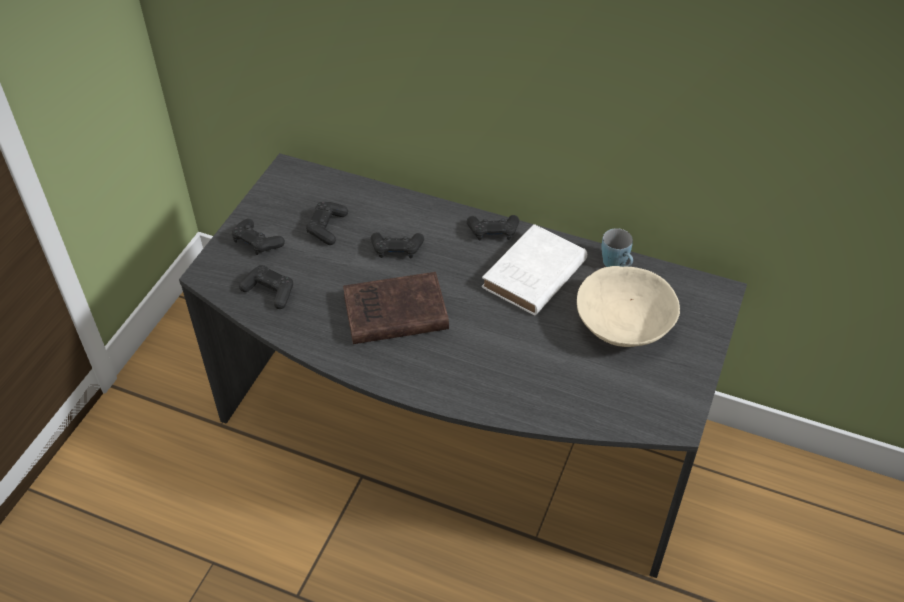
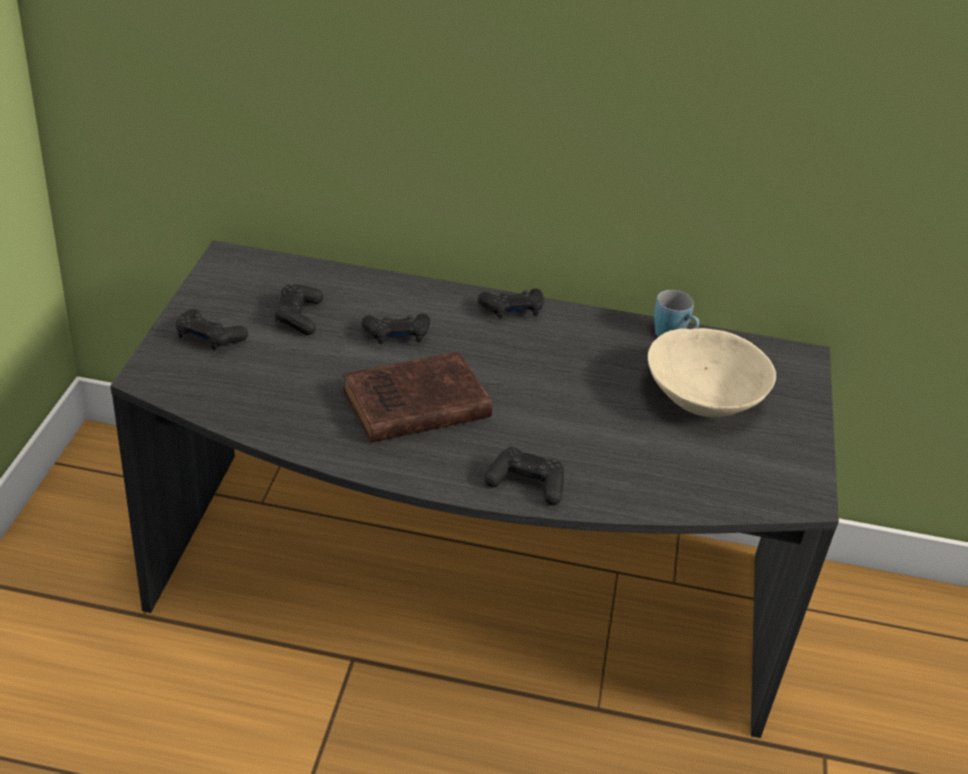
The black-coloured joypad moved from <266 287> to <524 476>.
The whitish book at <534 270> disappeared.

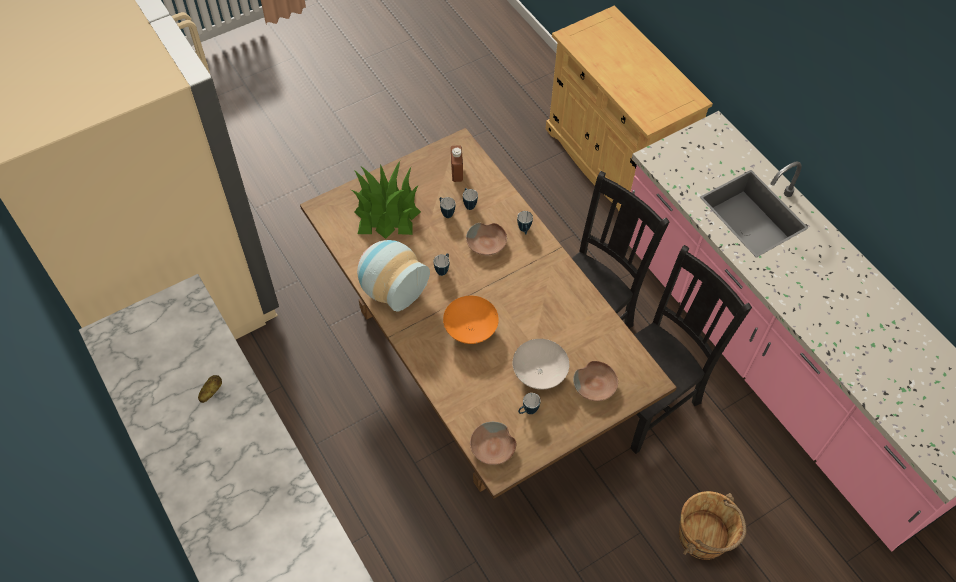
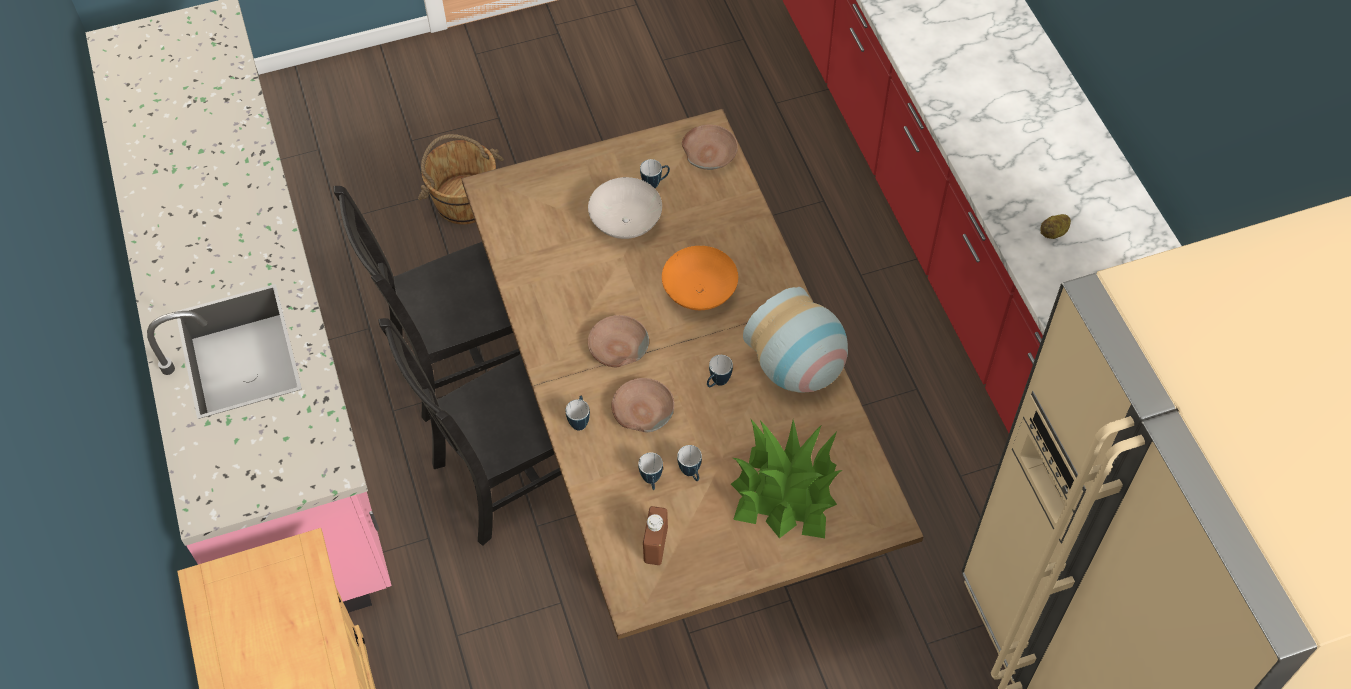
The brownish serving bowl moved from <595 381> to <618 341>.

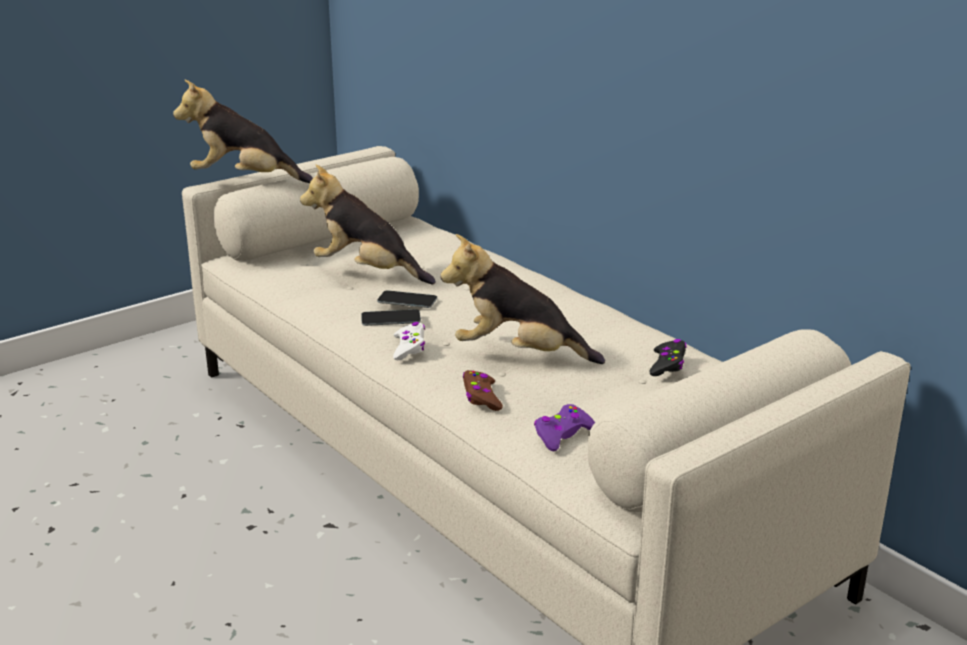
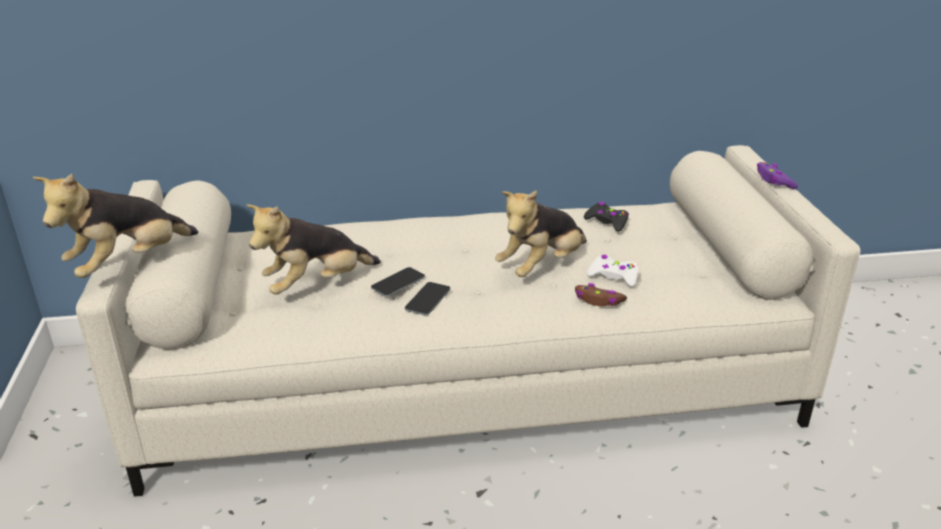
The whitish joypad moved from <409 341> to <612 271>.
The purplish joypad moved from <564 427> to <777 175>.

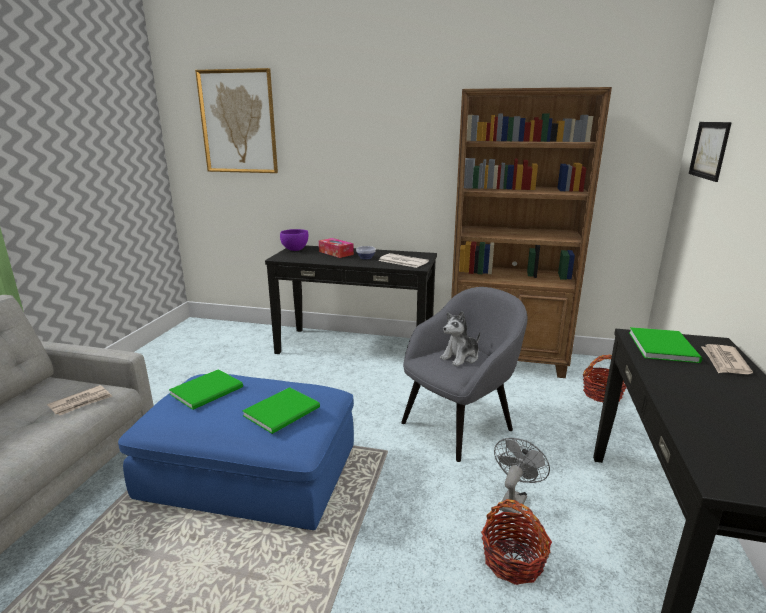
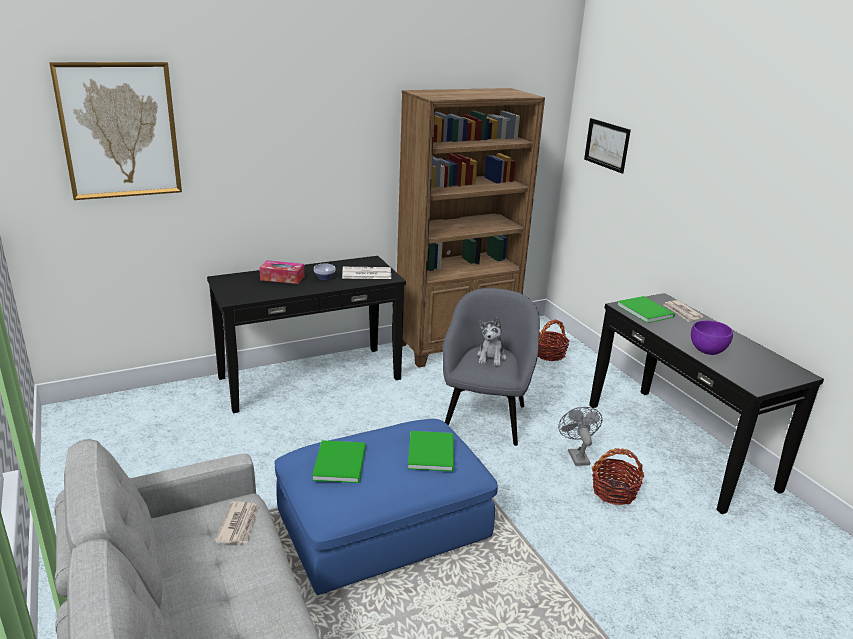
The purplish serving bowl moved from <294 240> to <712 338>.

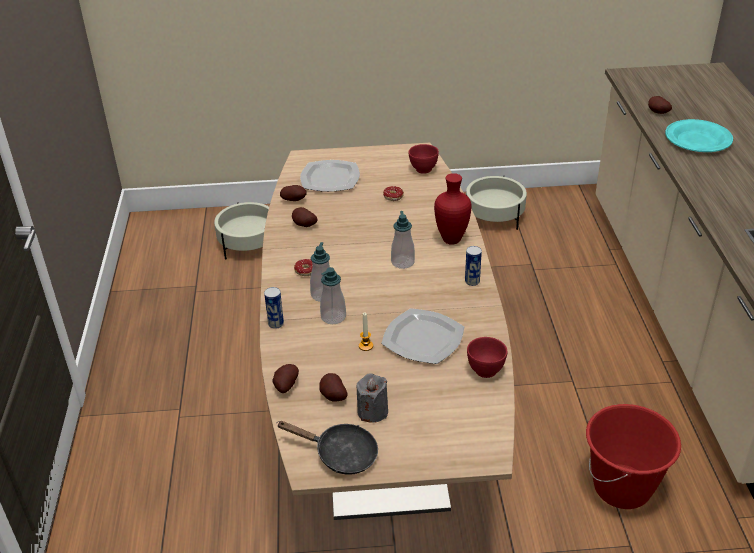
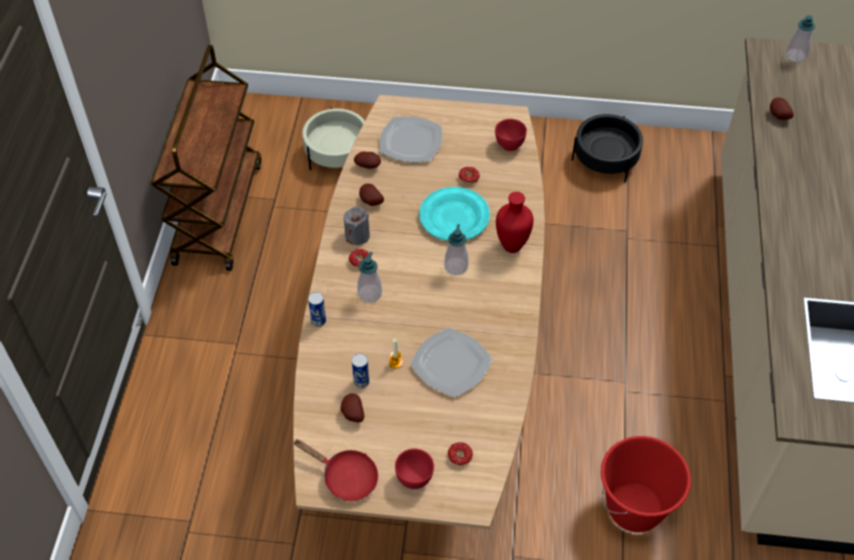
The brownish wheeled cart at <206 158> appeared.
The black-coloured frying pan at <327 448> became the red-coloured frying pan at <335 470>.
The gray wax light moved from <372 398> to <357 225>.
The metal can moved from <473 266> to <360 371>.
The red-coloured serving bowl moved from <487 357> to <414 468>.
The turquoise-coloured plate moved from <699 135> to <454 214>.
The doughnut at <460 454> appeared.
The beige plant pot at <496 203> became the black-coloured plant pot at <607 148>.
The soap bottle moved from <333 295> to <800 38>.
The potato at <285 378> disappeared.

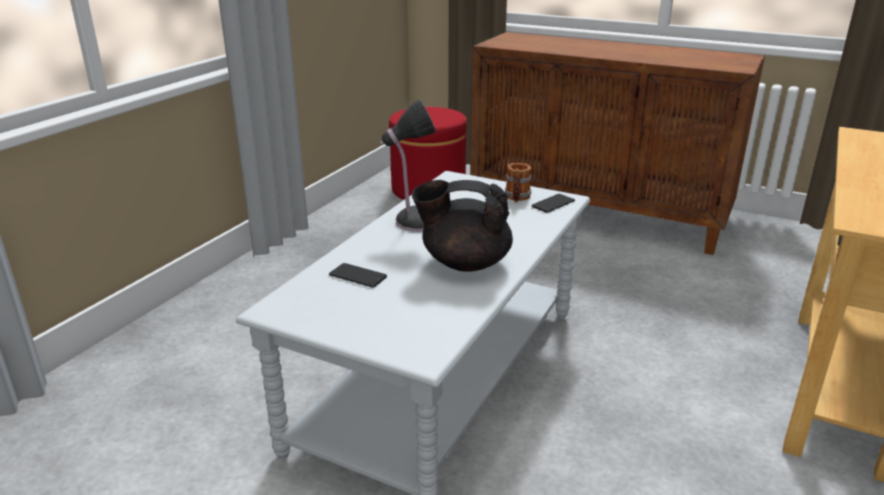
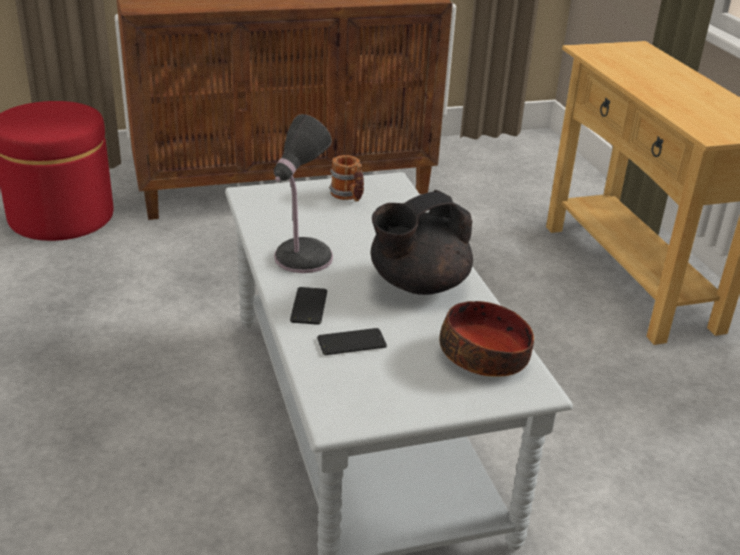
The phone moved from <553 203> to <308 306>.
The serving bowl at <486 339> appeared.

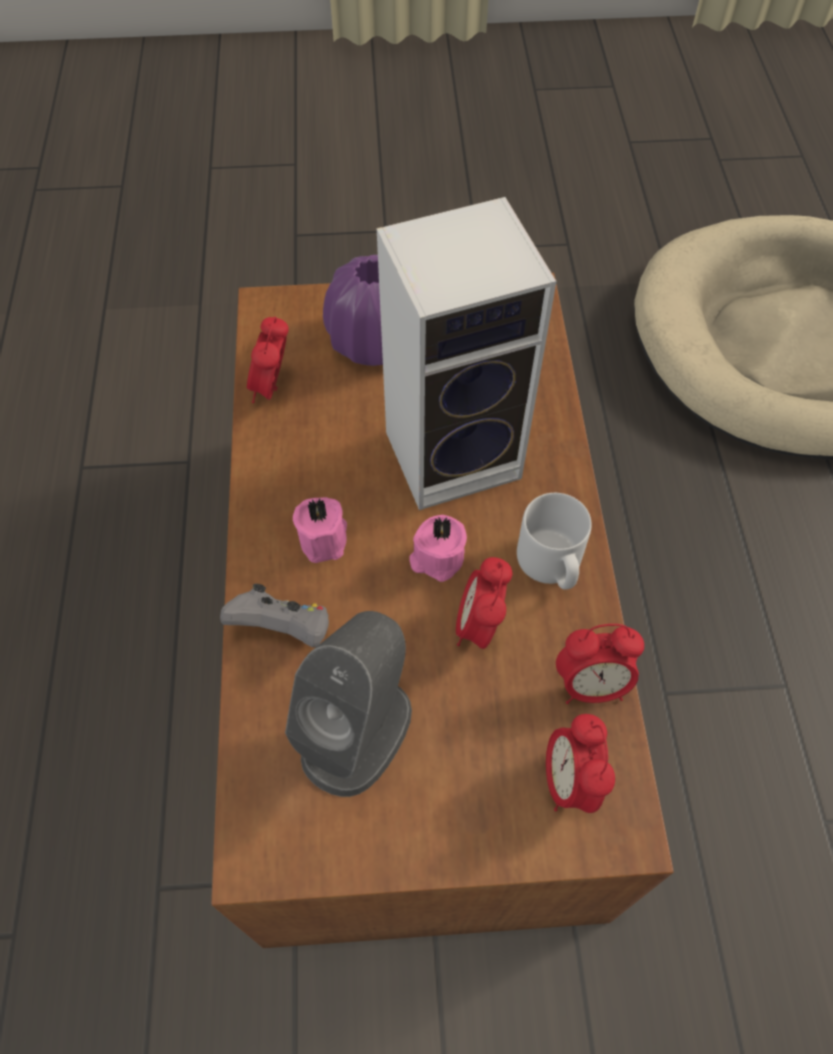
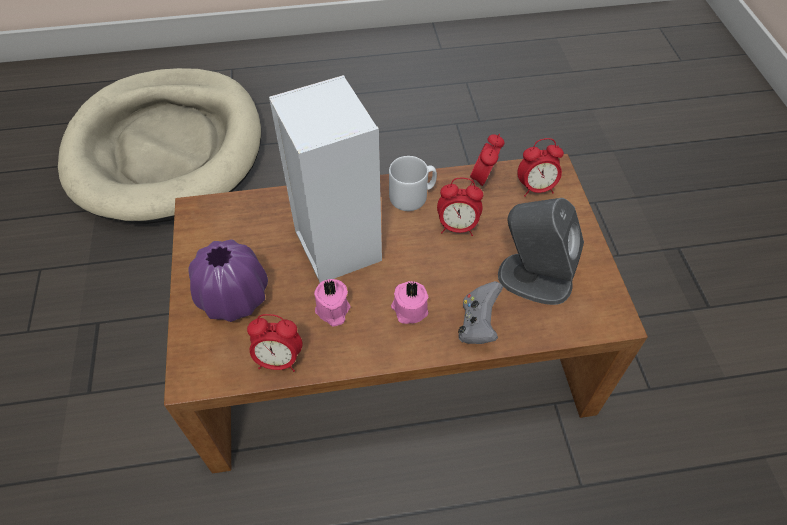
The pink-coloured wax light moved from <438 548> to <332 302>.
The bedside clock at <600 664> turned 150 degrees counterclockwise.

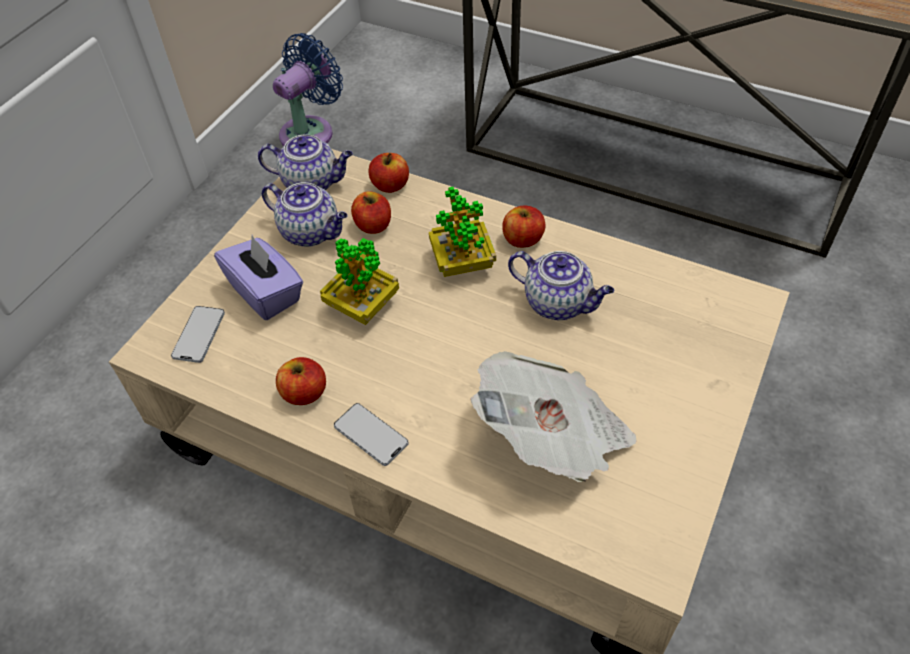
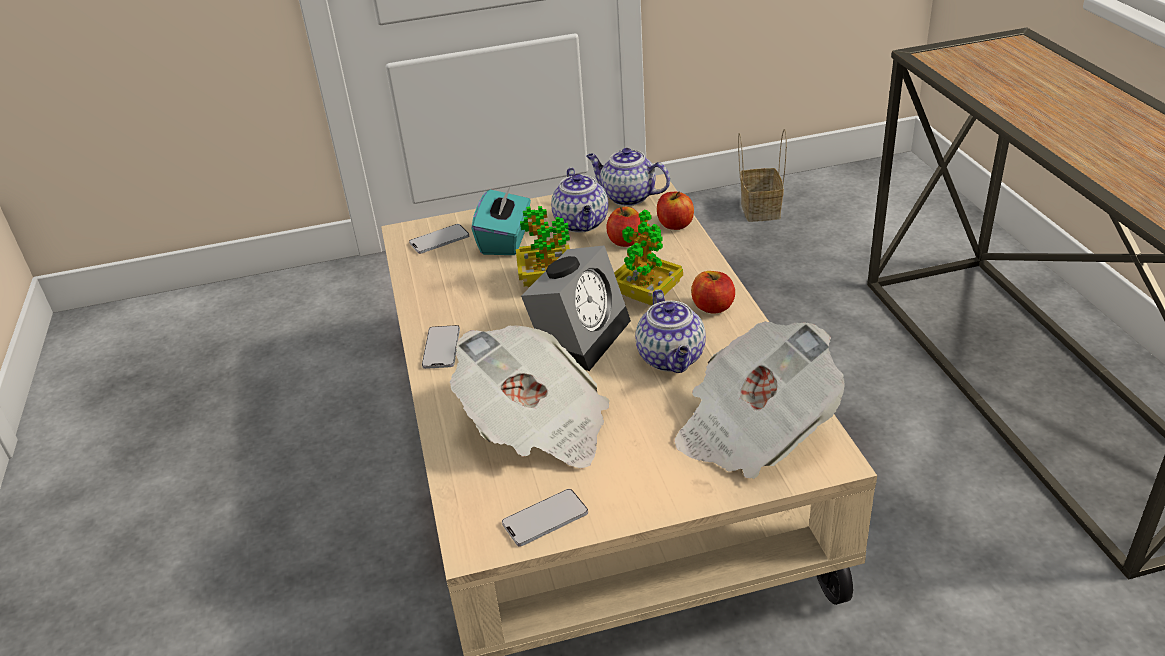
The purplish tissue holder at <258 277> became the turquoise-coloured tissue holder at <501 220>.
The phone at <545 518> appeared.
The bedside clock at <576 308> appeared.
The pot for tea at <305 162> turned 150 degrees clockwise.
The newspaper at <759 400> appeared.
The bluish cooling fan at <308 89> was replaced by the household basket at <762 175>.
The apple at <301 381> disappeared.

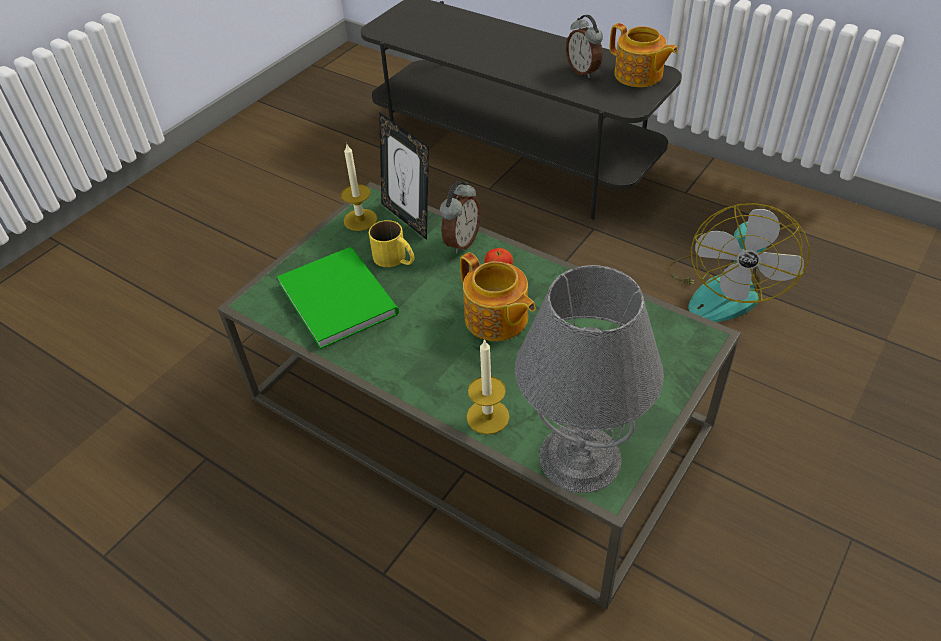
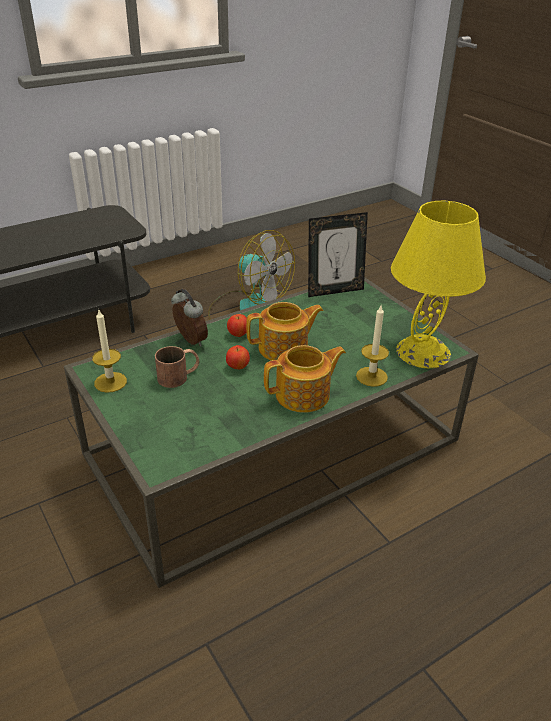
The yellowish tea mug at <392 243> became the brownish tea mug at <177 367>.
The apple at <238 357> appeared.
The pot for tea moved from <644 55> to <305 379>.
The picture frame moved from <404 176> to <338 254>.
The gray tabletop lamp at <589 379> became the yellowish tabletop lamp at <438 284>.
The green-coloured book at <338 298> disappeared.
The bedside clock at <584 46> disappeared.

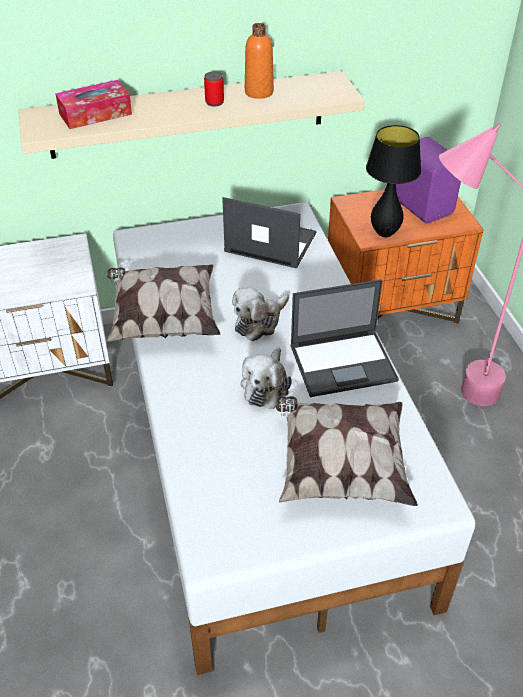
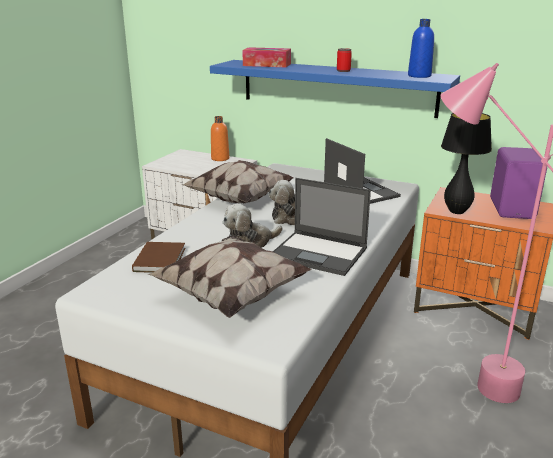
The brownish book at <158 257> appeared.
The beige bracket shelf at <191 115> became the bluish bracket shelf at <335 89>.
The orange beverage bottle moved from <259 61> to <220 138>.
The bluish beverage bottle at <421 48> appeared.

